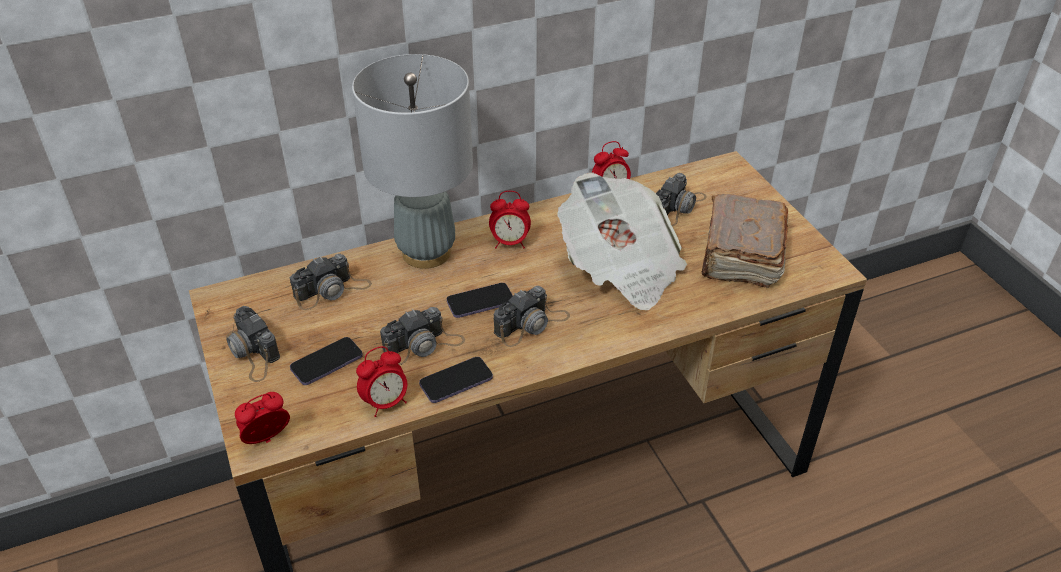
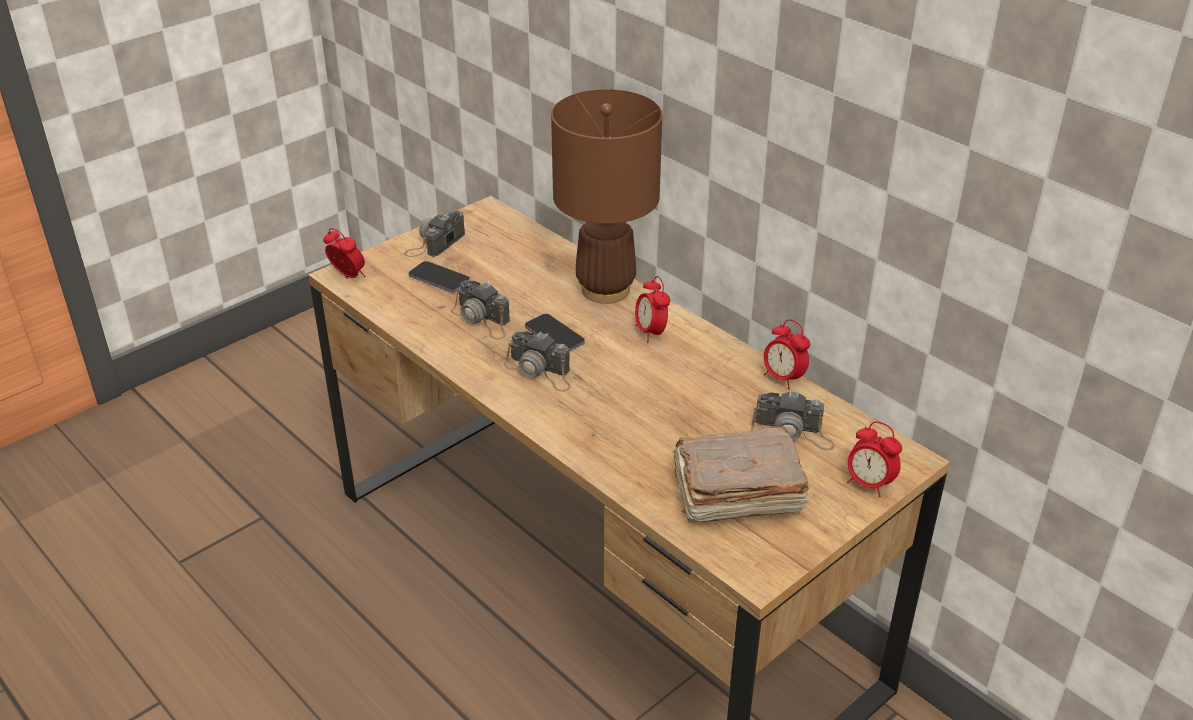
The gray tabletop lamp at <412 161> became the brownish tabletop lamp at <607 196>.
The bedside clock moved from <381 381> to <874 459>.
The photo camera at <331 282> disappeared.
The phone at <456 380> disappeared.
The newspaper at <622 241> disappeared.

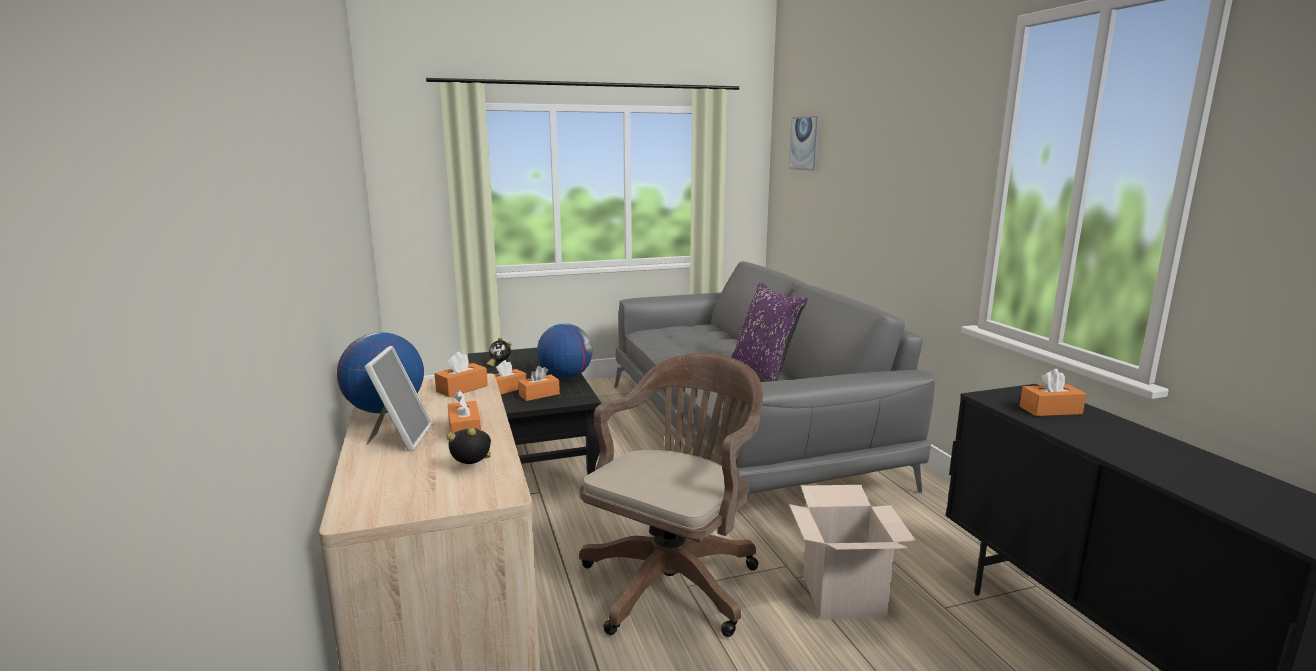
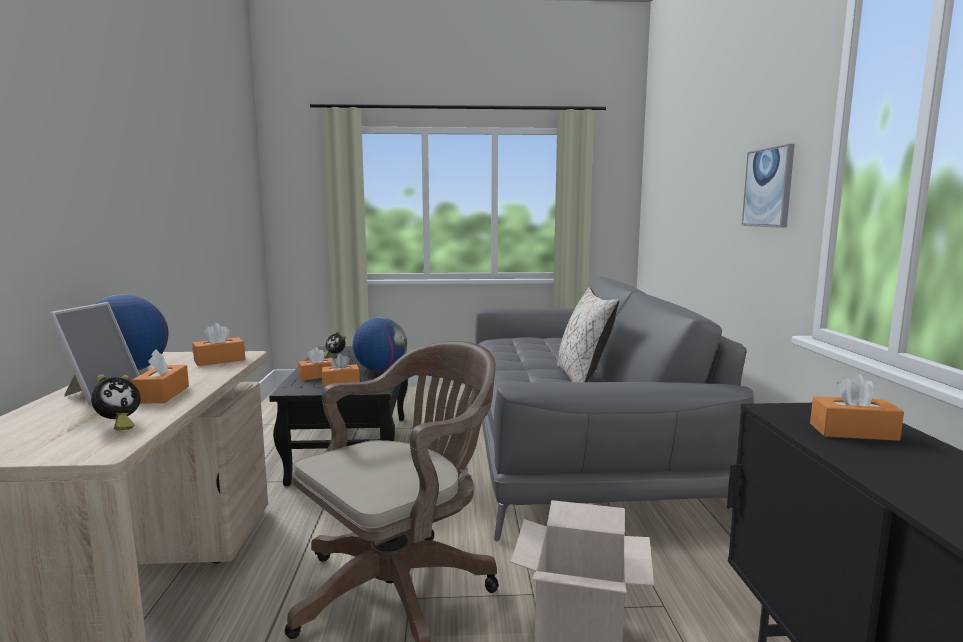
The bedside clock at <468 445> turned 105 degrees clockwise.
The purplish pillow at <769 331> became the beige pillow at <588 334>.
The picture moved from <805 143> to <768 186>.

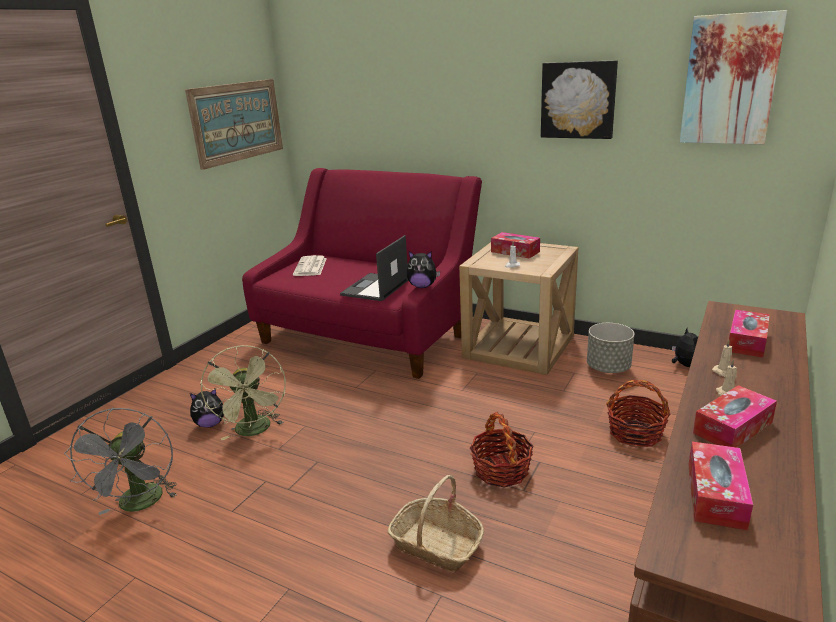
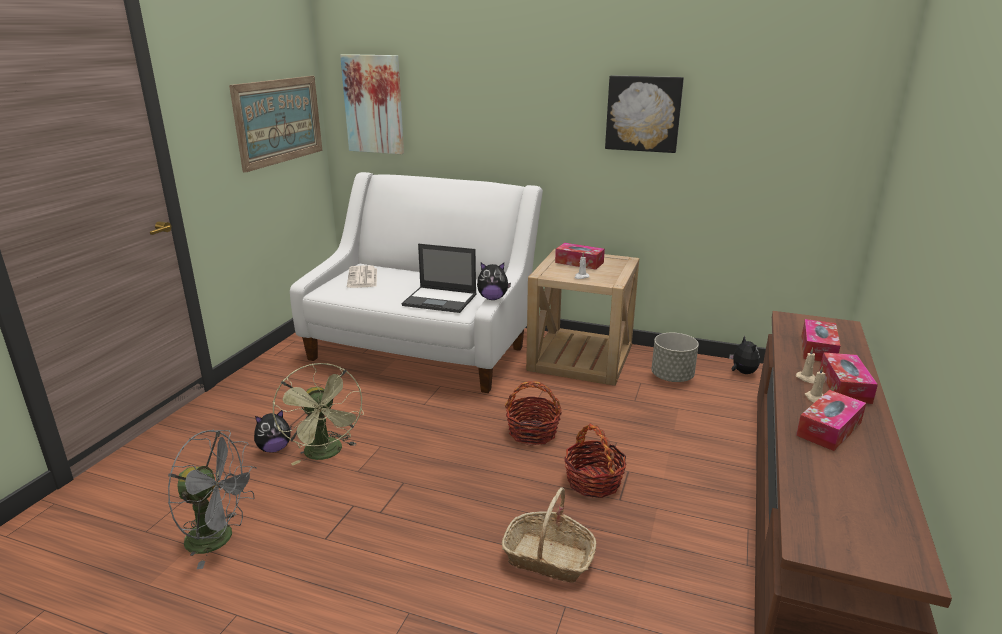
The gray cooling fan at <120 461> turned 60 degrees counterclockwise.
The red-coloured couch at <362 273> became the whitish couch at <416 282>.
The picture moved from <733 77> to <372 104>.
The notebook computer at <374 268> turned 90 degrees counterclockwise.
The household basket moved from <638 413> to <533 413>.
The tissue holder moved from <720 486> to <848 378>.

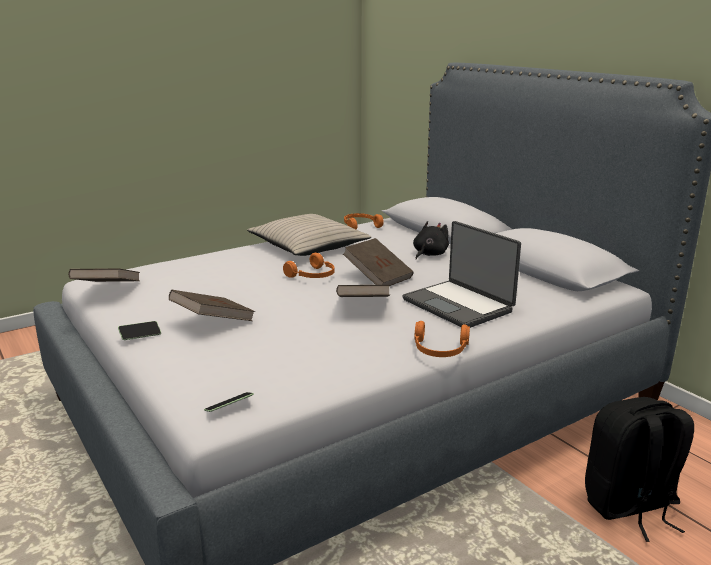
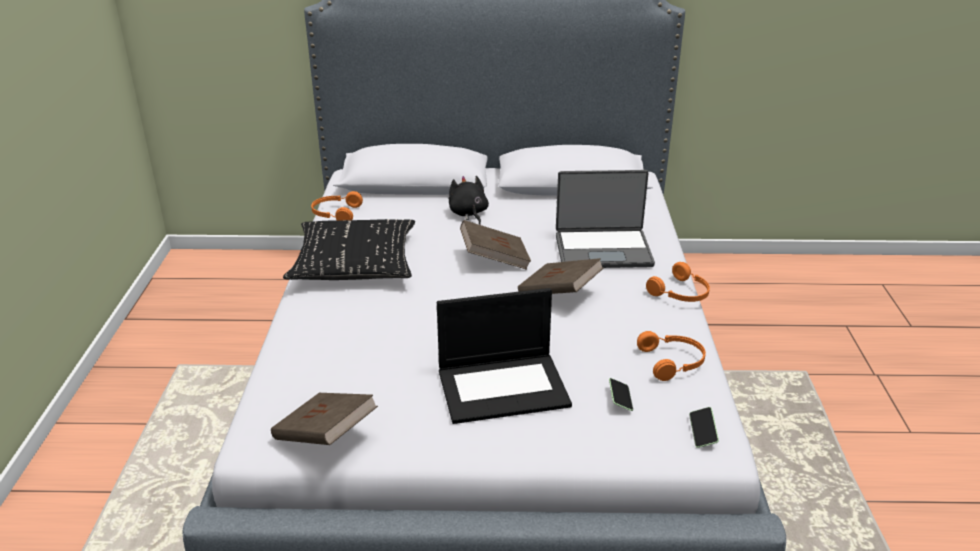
The beige pillow at <309 235> became the black-coloured pillow at <349 249>.
The brownish book at <212 305> was replaced by the notebook computer at <504 356>.
The phone moved from <139 330> to <621 394>.
The orange headset moved from <308 265> to <671 356>.
The black-coloured knapsack at <639 469> disappeared.

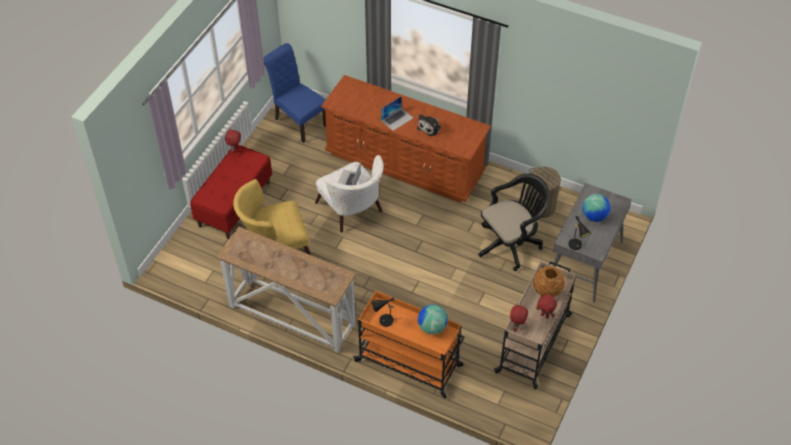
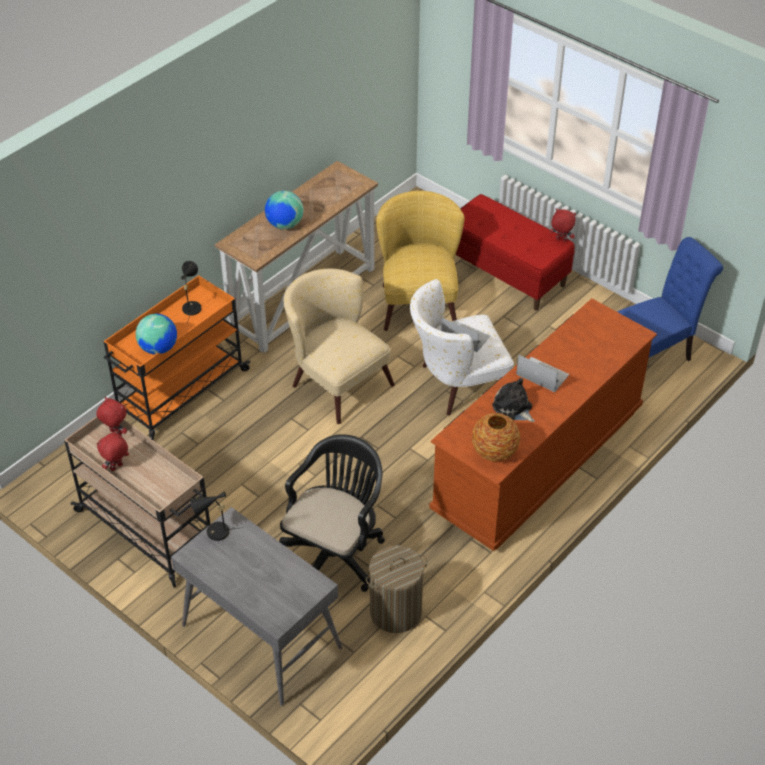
The globe moved from <596 208> to <284 210>.
The black-coloured computer chair at <514 222> turned 135 degrees counterclockwise.
The beige easy chair at <339 346> appeared.
The flower vase moved from <549 281> to <496 437>.
The notebook computer at <397 113> turned 150 degrees clockwise.

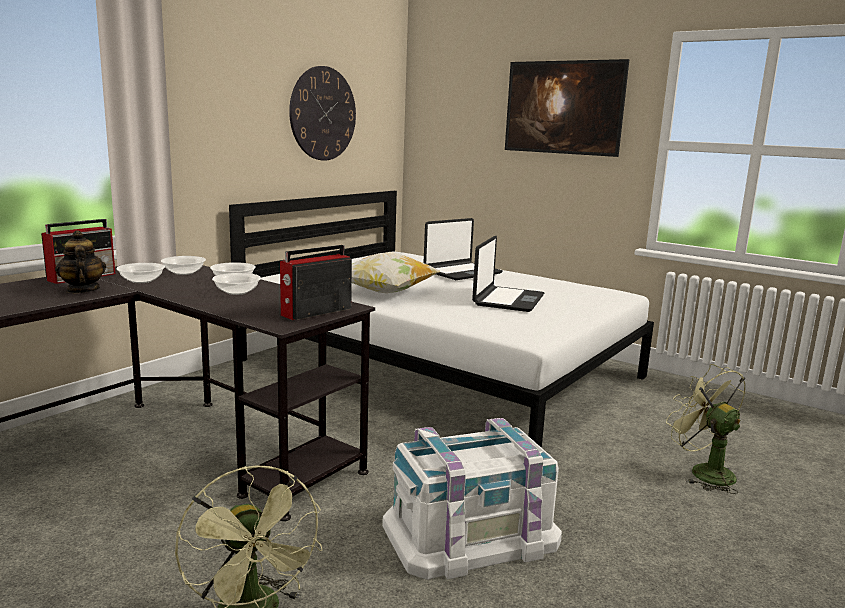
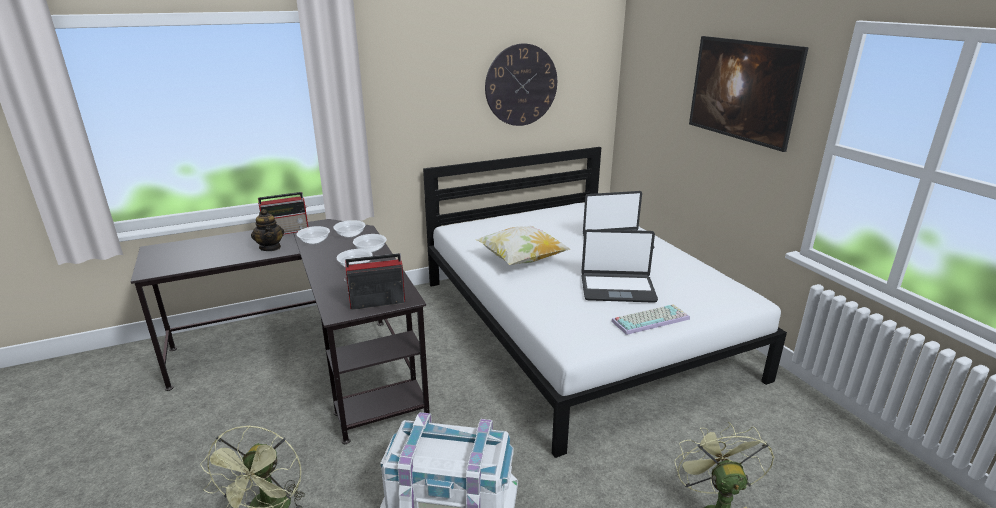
The pot for tea at <80 261> turned 150 degrees clockwise.
The notebook computer at <508 274> turned 45 degrees clockwise.
The computer keyboard at <650 319> appeared.

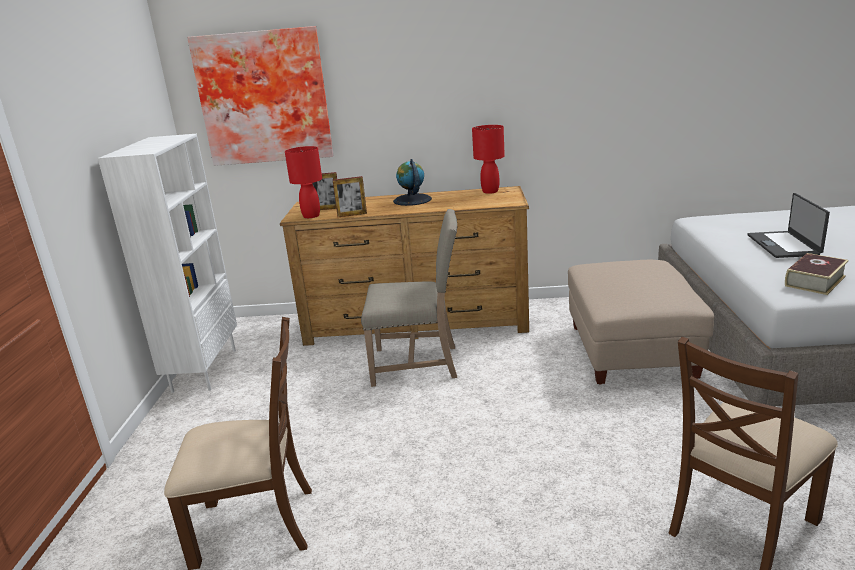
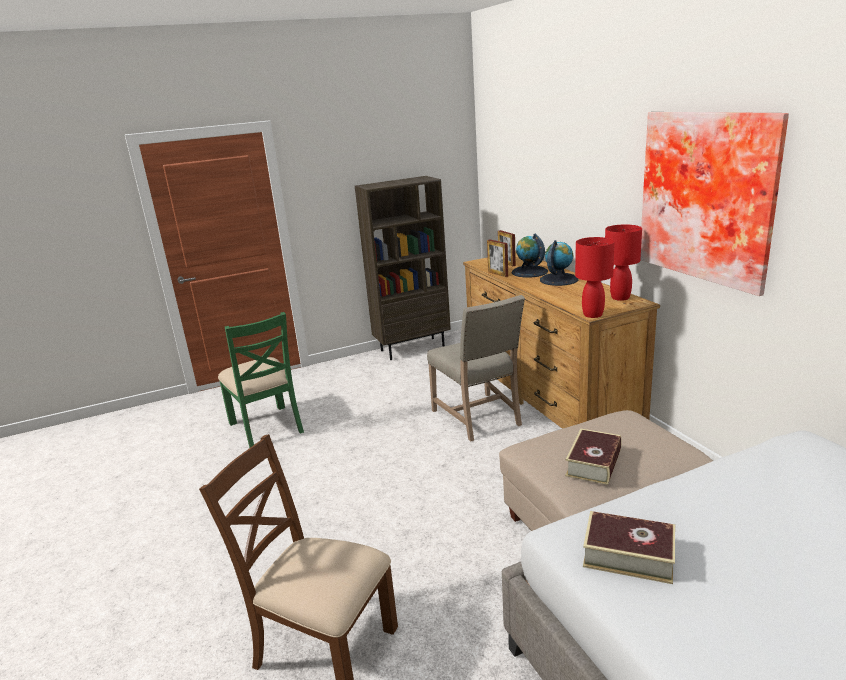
The brownish plain chair at <238 443> became the green-coloured plain chair at <261 380>.
The whitish bookcase at <167 263> became the brownish bookcase at <403 268>.
The globe at <530 255> appeared.
The book at <593 457> appeared.
The red-coloured tabletop lamp moved from <303 182> to <595 277>.
The picture moved from <260 96> to <714 204>.
The notebook computer at <789 225> disappeared.

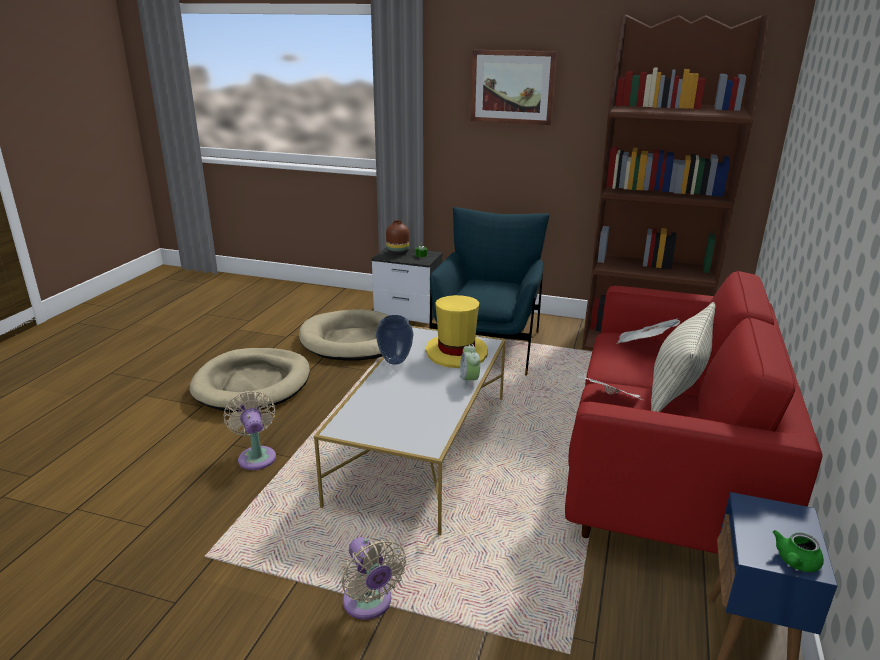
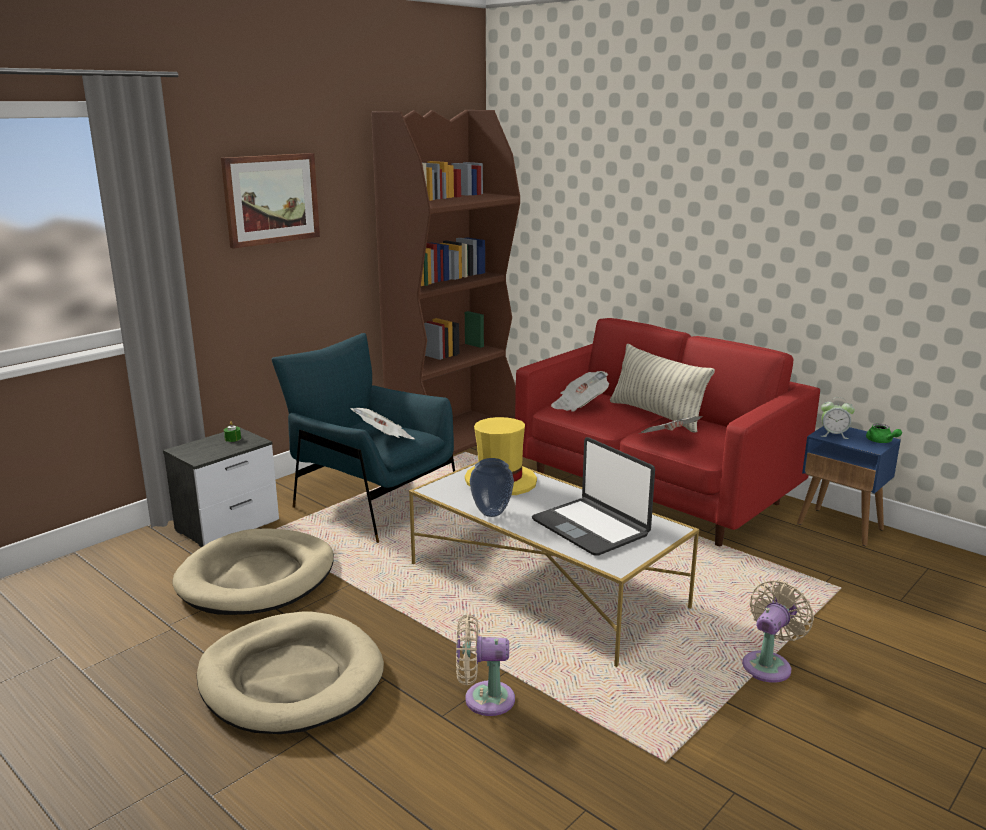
The newspaper at <382 423> appeared.
The notebook computer at <593 496> appeared.
The beige cooling fan at <374 578> turned 45 degrees counterclockwise.
The bedside clock moved from <469 366> to <838 418>.
The brownish flower vase at <397 237> disappeared.

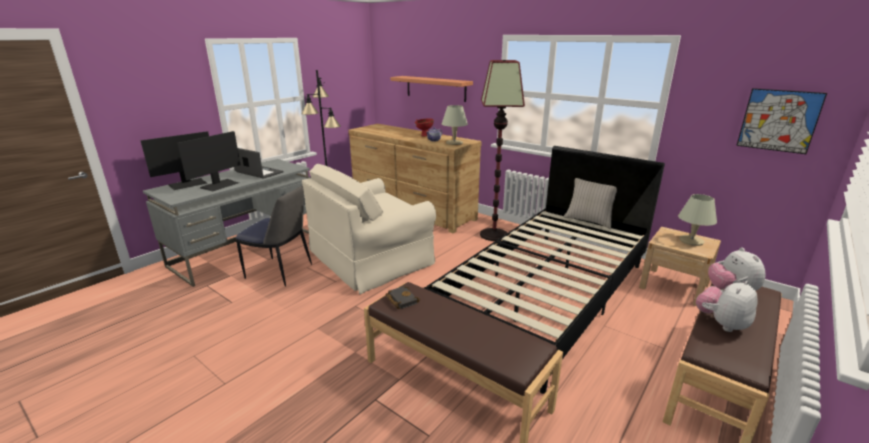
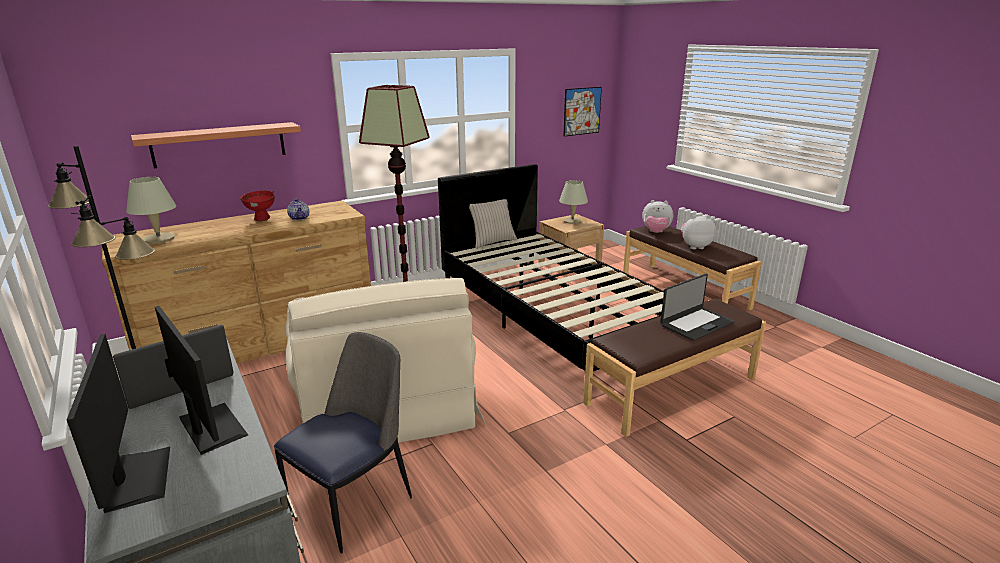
The beige tabletop lamp moved from <455 125> to <151 210>.
The notebook computer at <697 307> appeared.
The soft toy at <727 306> turned 105 degrees clockwise.
The black-coloured book at <402 297> disappeared.

